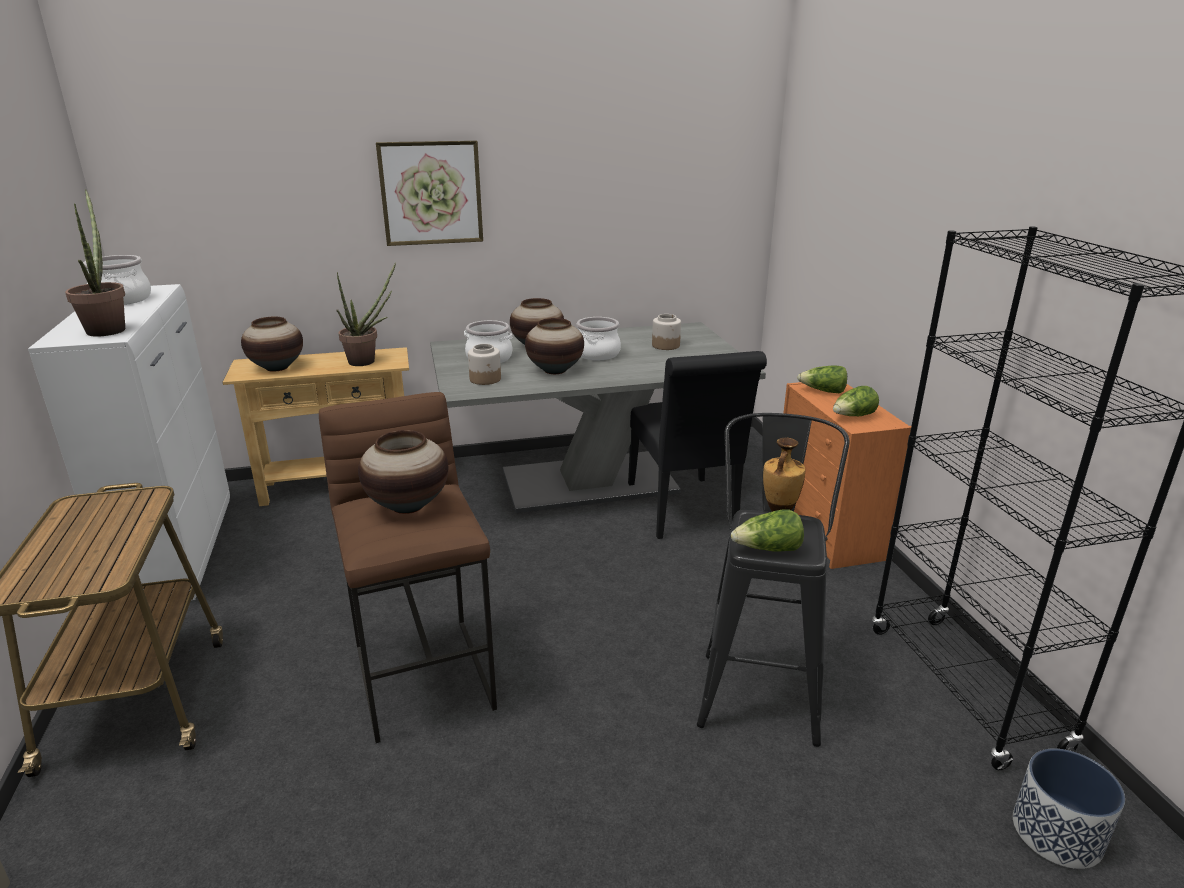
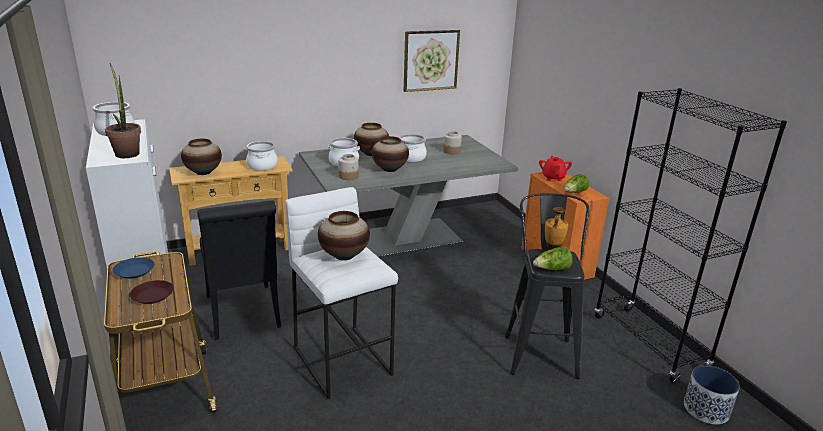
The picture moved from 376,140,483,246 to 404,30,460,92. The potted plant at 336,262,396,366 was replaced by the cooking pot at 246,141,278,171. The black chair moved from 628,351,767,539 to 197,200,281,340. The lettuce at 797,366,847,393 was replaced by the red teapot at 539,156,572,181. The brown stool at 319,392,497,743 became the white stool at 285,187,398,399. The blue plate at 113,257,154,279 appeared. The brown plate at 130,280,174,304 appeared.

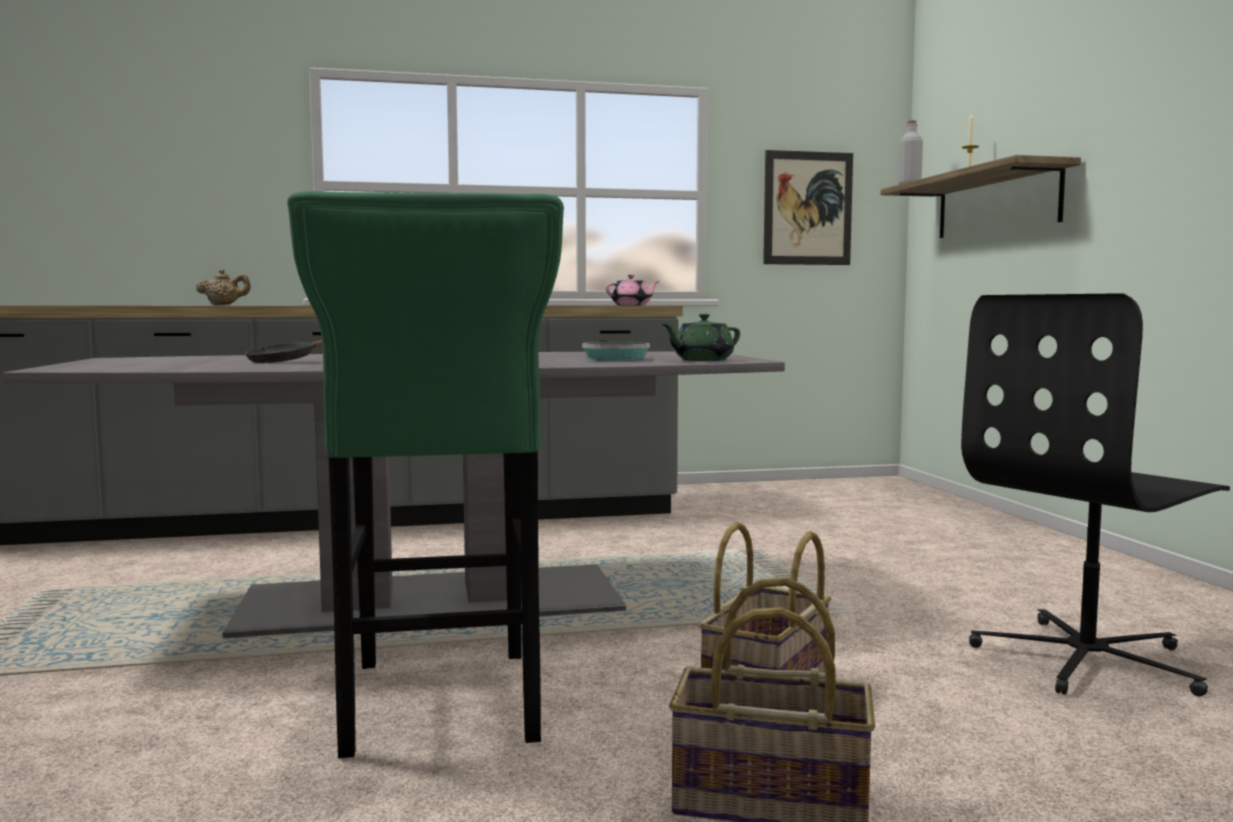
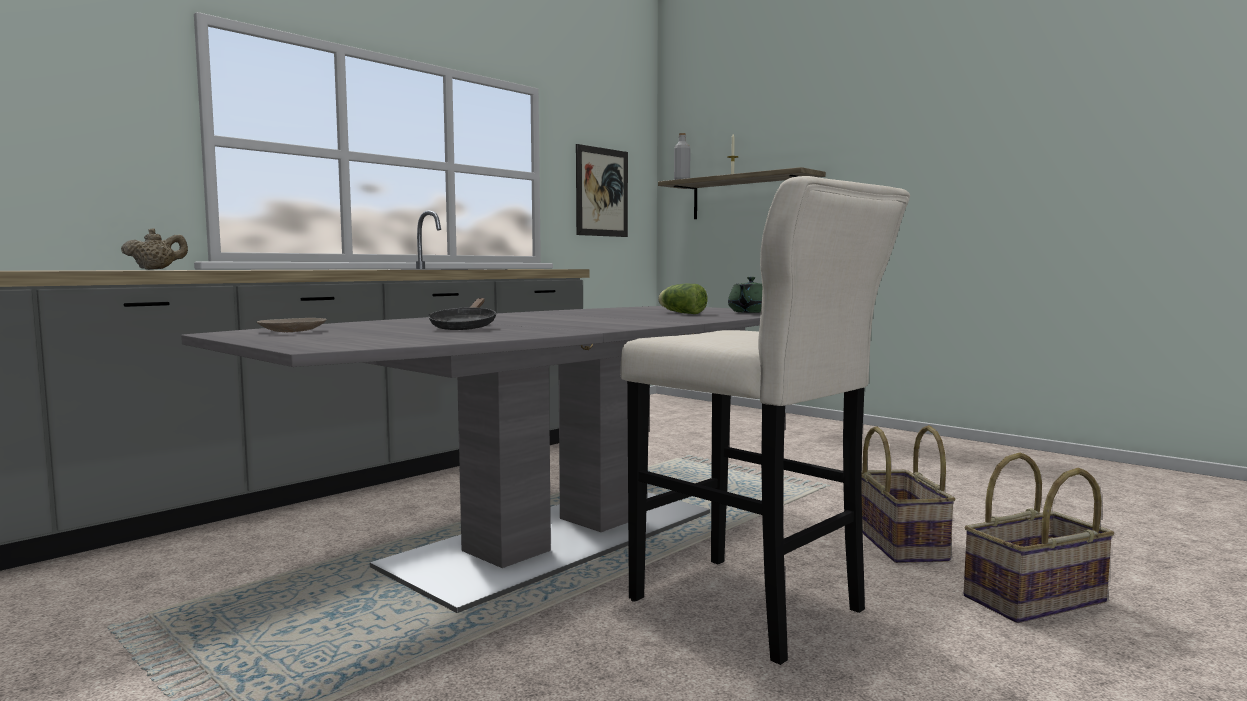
The green stool at 287,191,564,758 became the beige stool at 621,176,910,665. The pink teapot at 605,274,658,306 disappeared. The black office chair at 961,293,1230,697 disappeared. The frying pan at 582,340,650,361 was replaced by the lettuce at 658,284,708,314. The beige plate at 256,318,327,332 appeared.

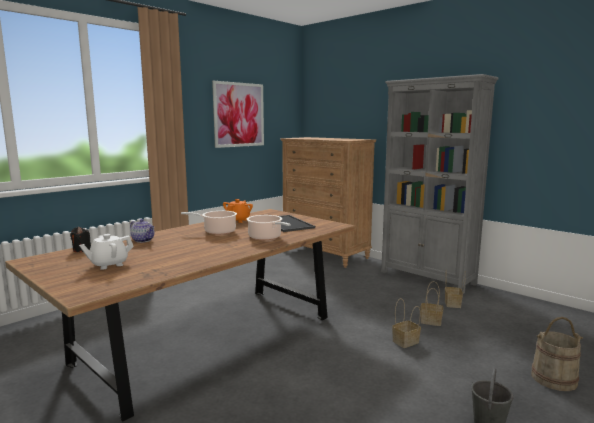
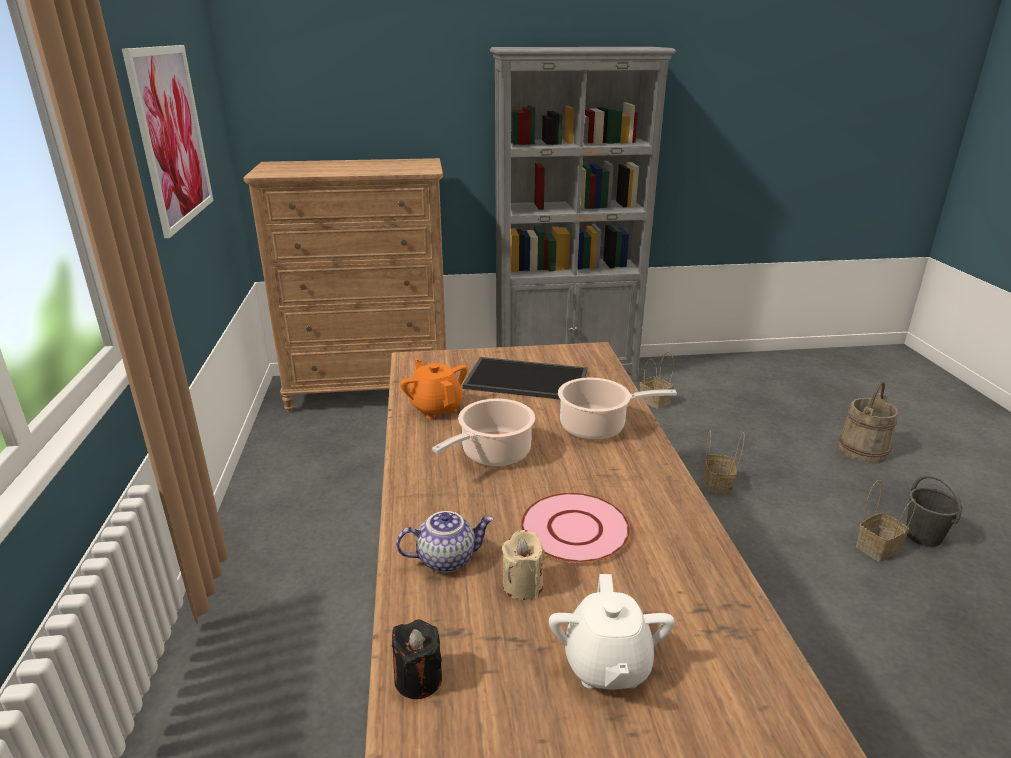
The basket moved from 420,281,443,326 to 856,480,916,562. The pink plate at 521,493,630,563 appeared. The beige candle at 502,530,545,600 appeared.

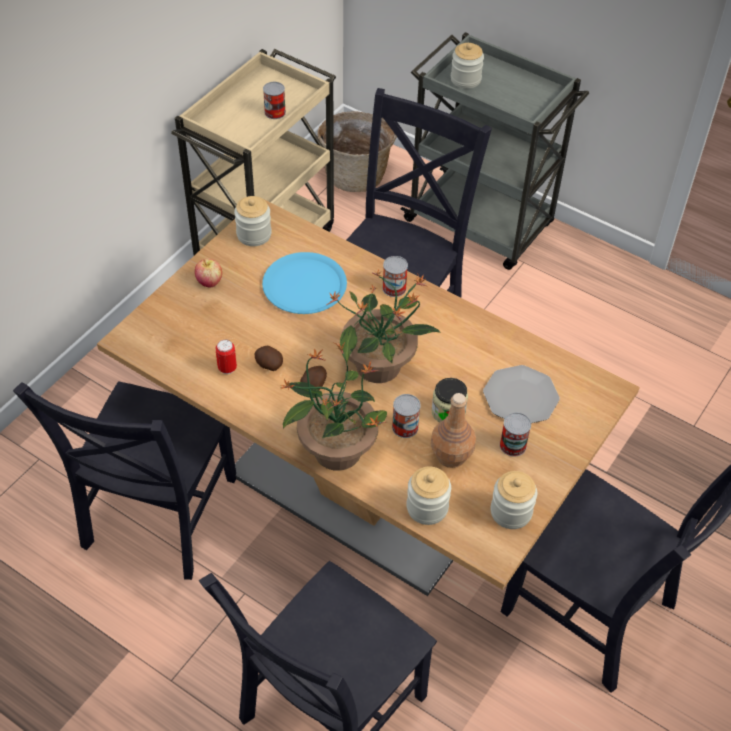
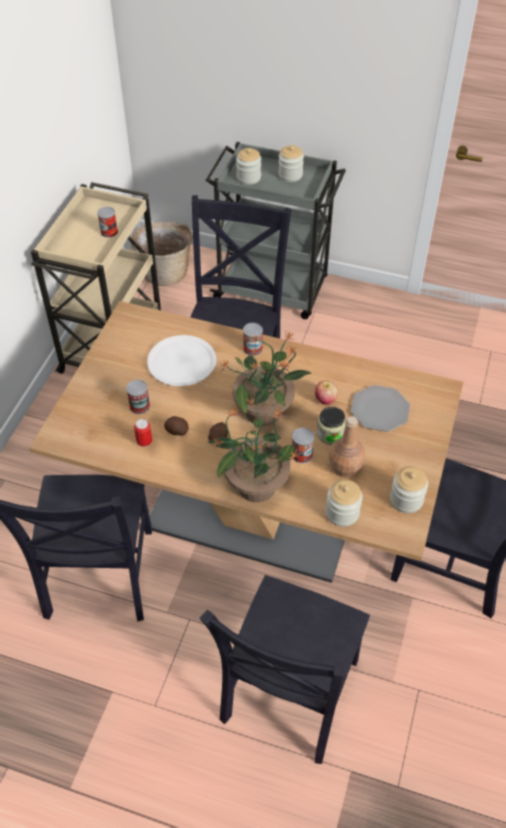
The jar moved from 234,196,272,246 to 278,145,304,182. The blue plate at 262,252,347,314 became the white plate at 147,335,216,386. The apple moved from 195,259,222,287 to 315,380,338,405. The can moved from 500,412,531,457 to 126,380,150,414.

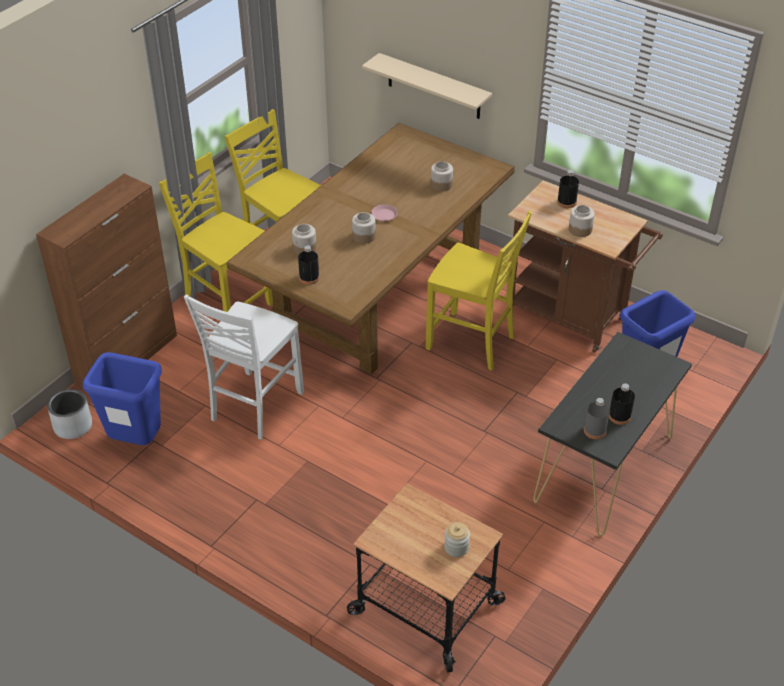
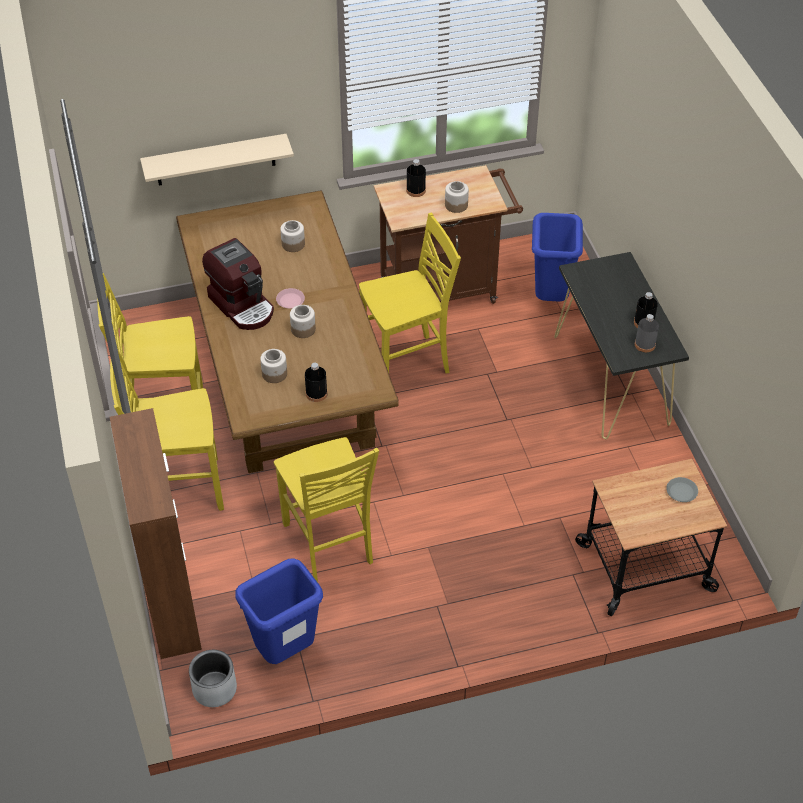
The white chair at 184,294,304,439 became the yellow chair at 274,437,379,582. The jar at 444,522,470,557 was replaced by the grey plate at 666,477,698,502. The coffee machine at 202,238,274,330 appeared.

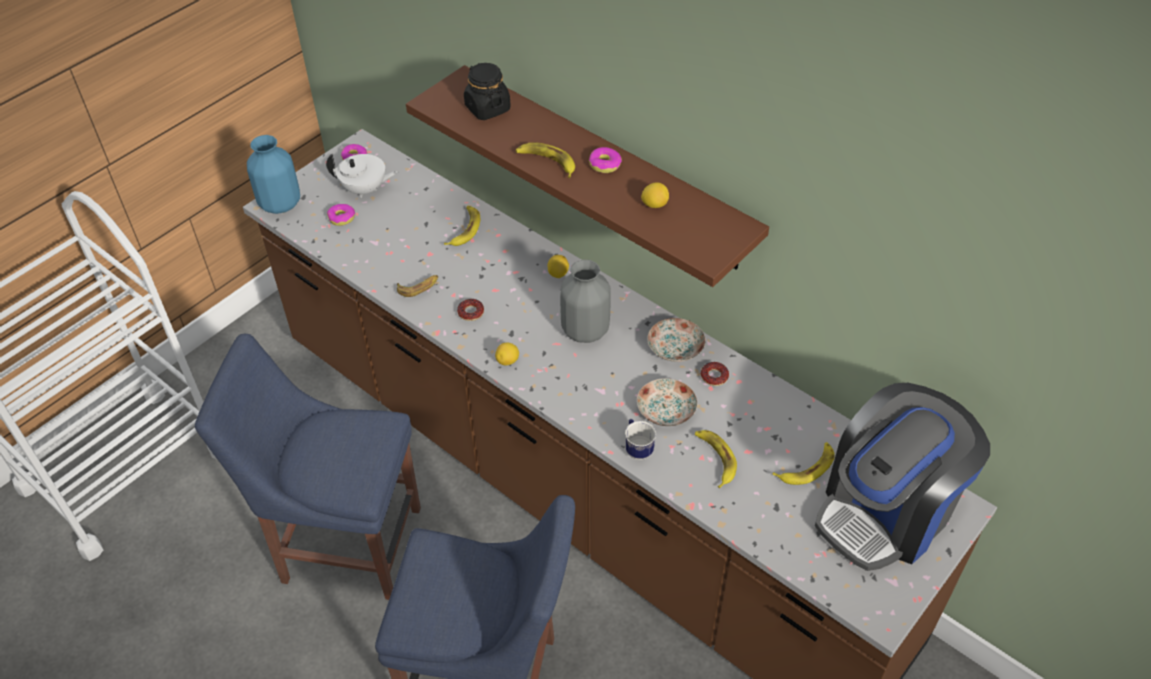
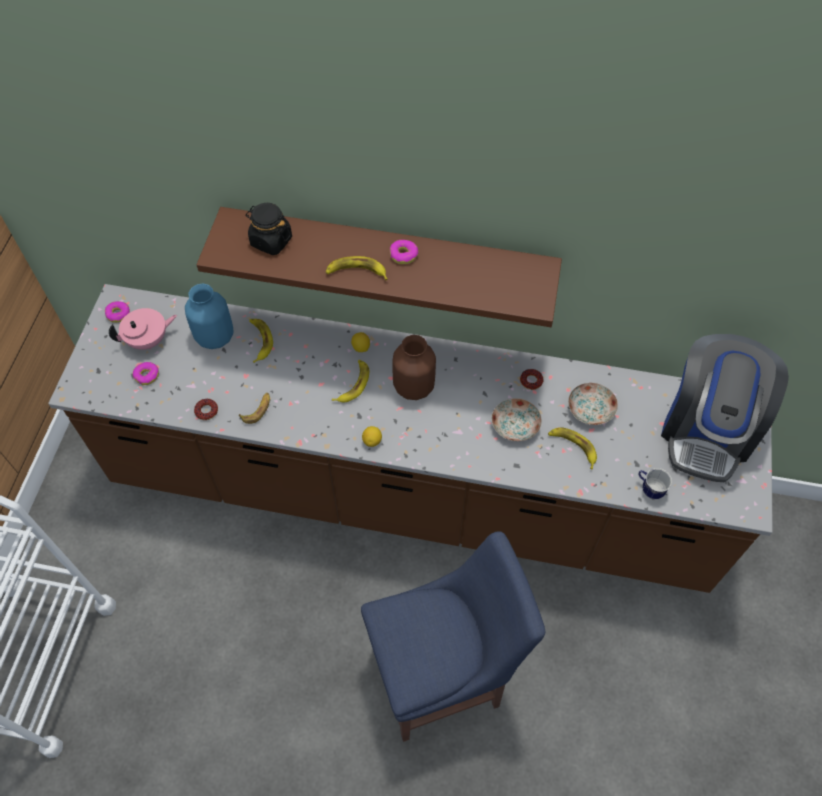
The blue vase moved from 247,135,300,214 to 185,284,234,349. The white teapot at 326,154,398,198 became the pink teapot at 109,308,177,350. The lemon at 641,182,669,208 disappeared. The grey vase at 560,260,611,343 became the brown vase at 392,335,436,400. The donut moved from 457,299,484,321 to 194,399,218,420. The plate moved from 647,318,706,362 to 568,383,618,425. The blue chair at 195,334,421,600 disappeared. The mug moved from 625,419,656,460 to 639,468,672,500. The banana moved from 772,442,835,485 to 332,360,369,402.

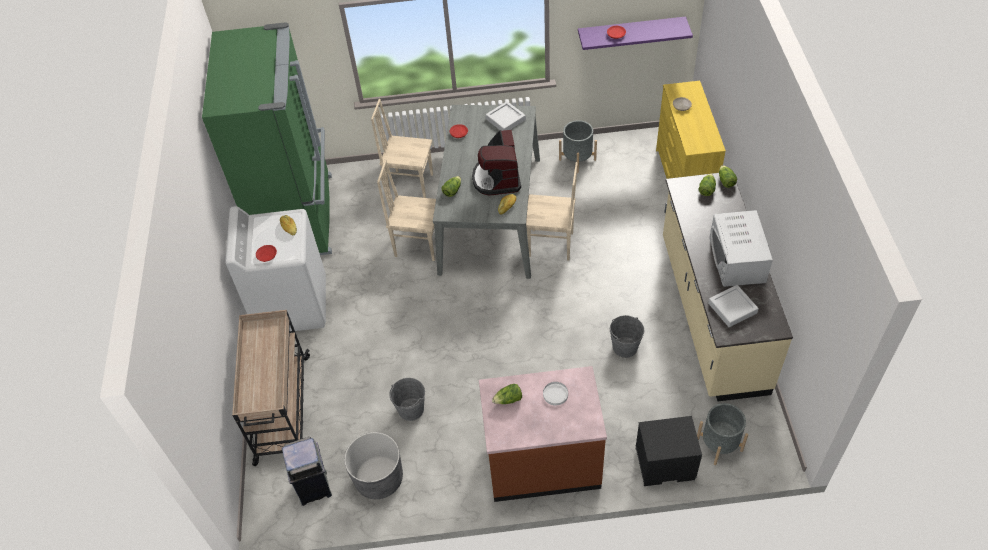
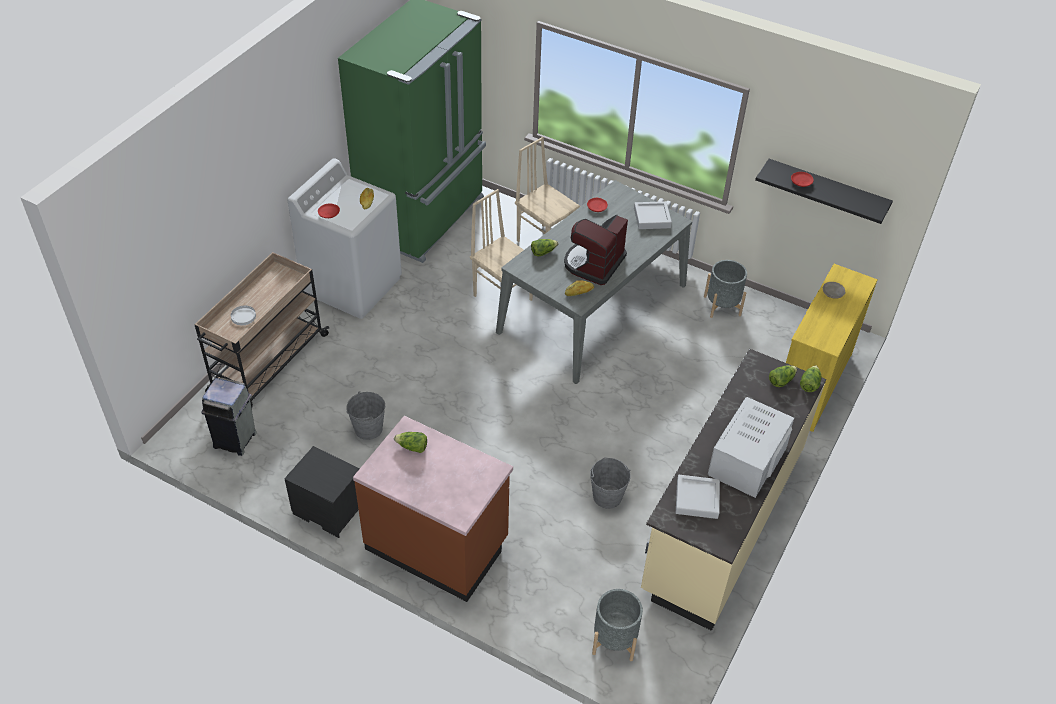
The purple shelf at 578,16,693,50 became the black shelf at 755,159,893,224. The beige chair at 526,162,578,260 disappeared. The white plate moved from 543,382,568,405 to 231,305,256,325. The black nightstand moved from 636,416,702,486 to 284,446,359,538. The grey planter at 344,432,403,499 disappeared.

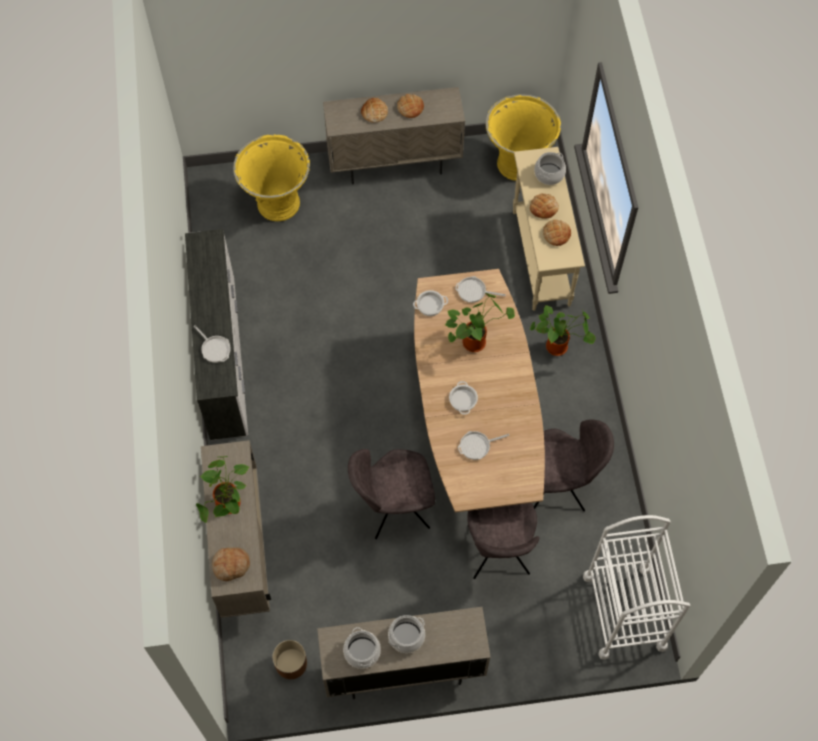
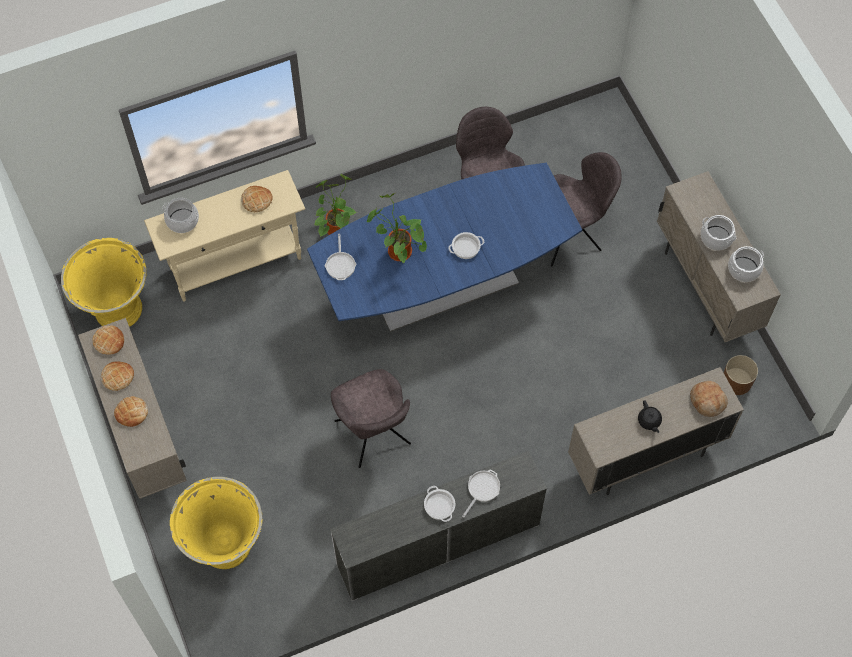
The bread moved from 530,194,559,219 to 93,325,124,355. The brown dining table at 414,269,545,512 became the blue dining table at 307,163,582,332. The cooking pot moved from 413,290,448,316 to 424,486,455,522. The frying pan at 458,431,509,460 disappeared. The grey chair moved from 348,449,435,539 to 331,369,411,468. The potted plant at 196,456,249,523 was replaced by the black teapot at 638,400,662,433. The white cart at 583,515,690,660 disappeared.

